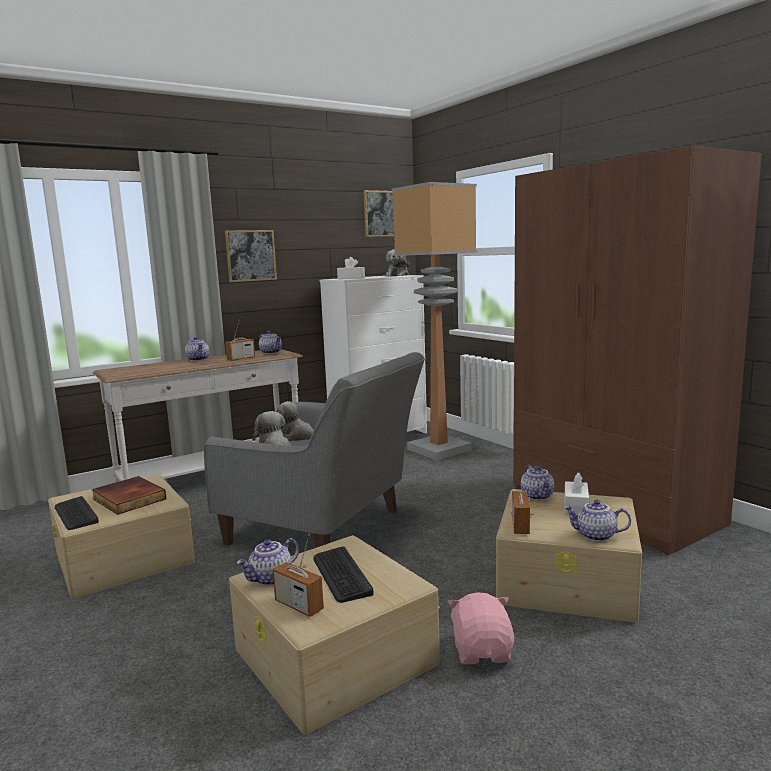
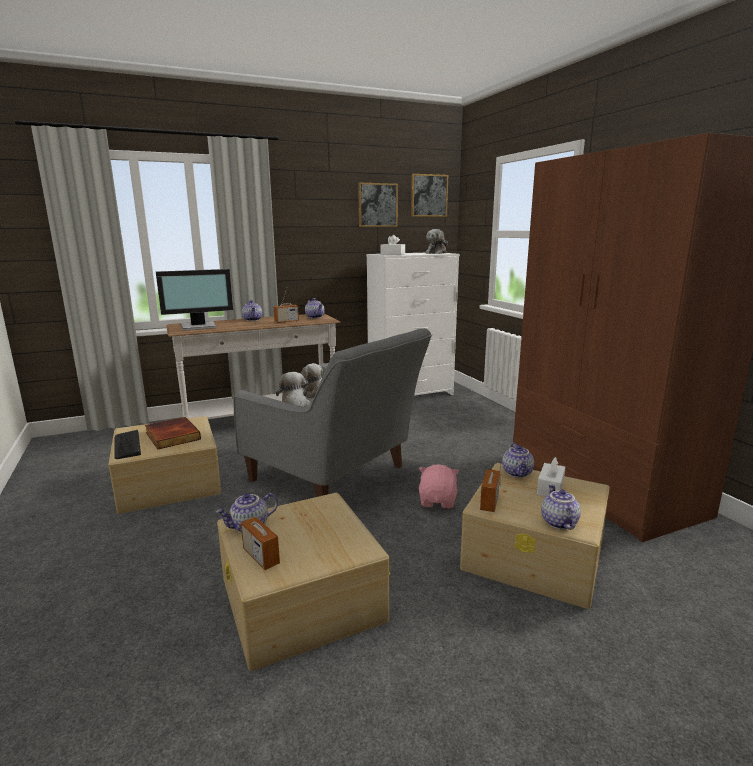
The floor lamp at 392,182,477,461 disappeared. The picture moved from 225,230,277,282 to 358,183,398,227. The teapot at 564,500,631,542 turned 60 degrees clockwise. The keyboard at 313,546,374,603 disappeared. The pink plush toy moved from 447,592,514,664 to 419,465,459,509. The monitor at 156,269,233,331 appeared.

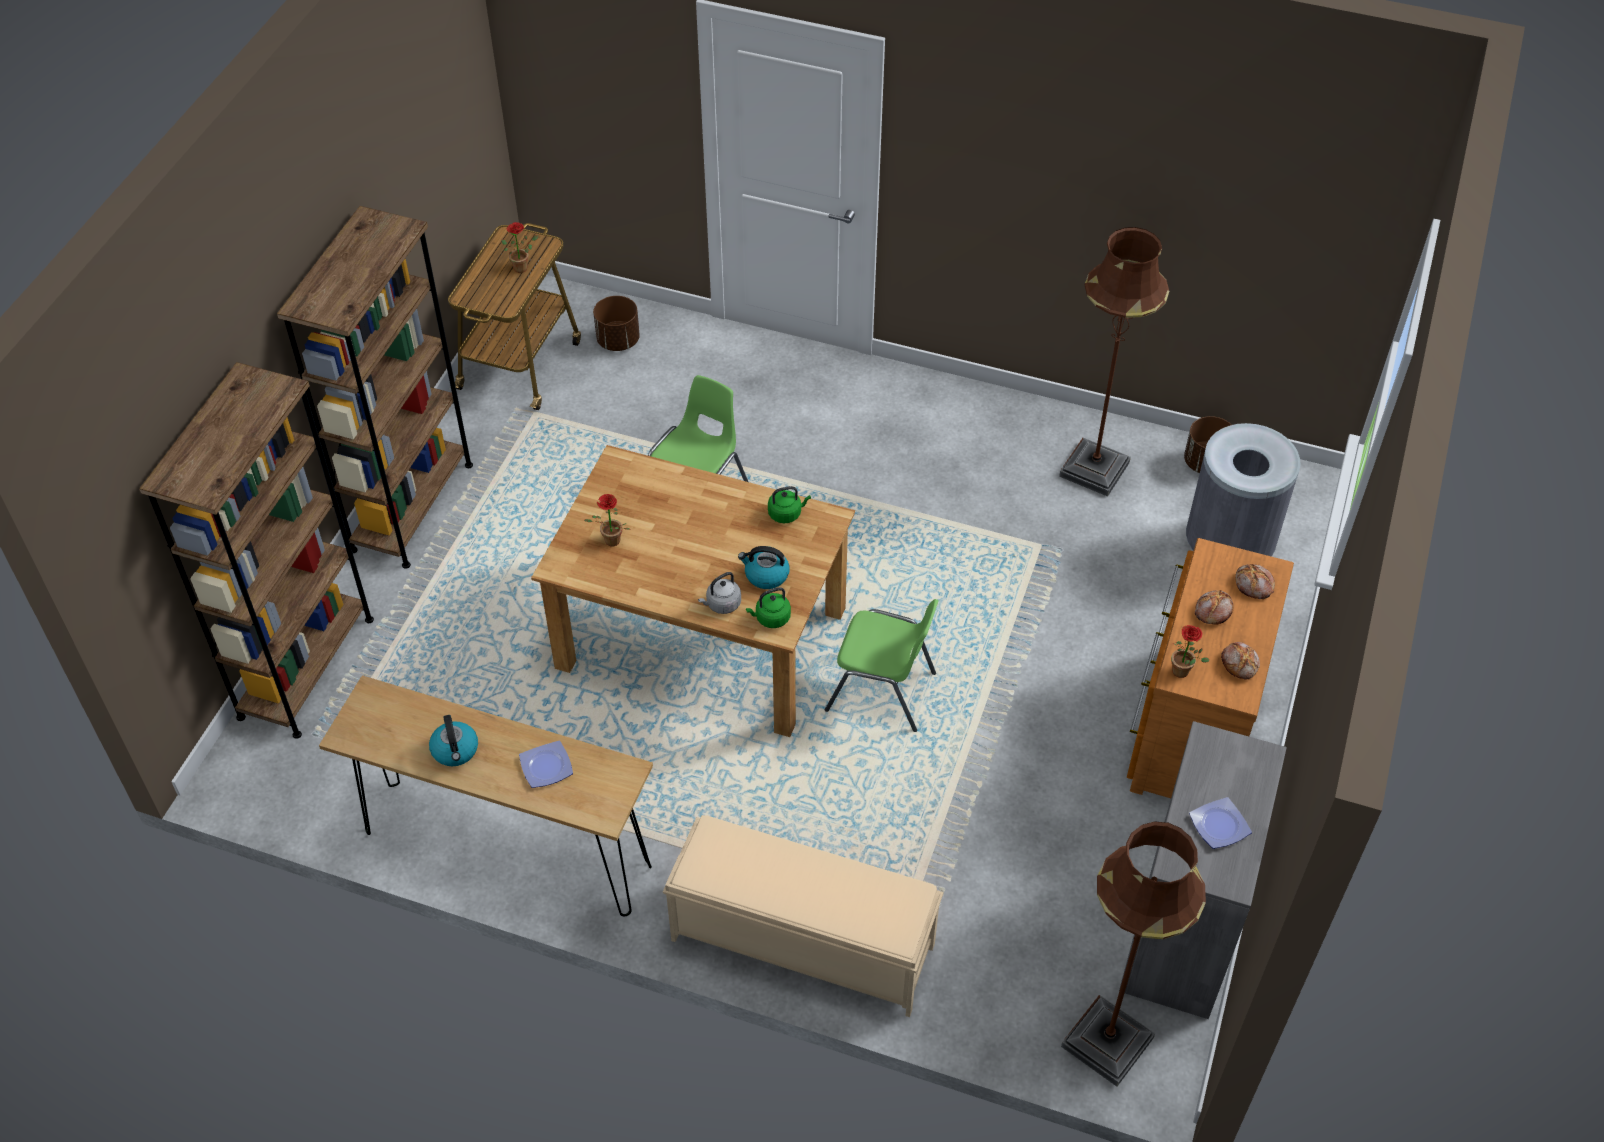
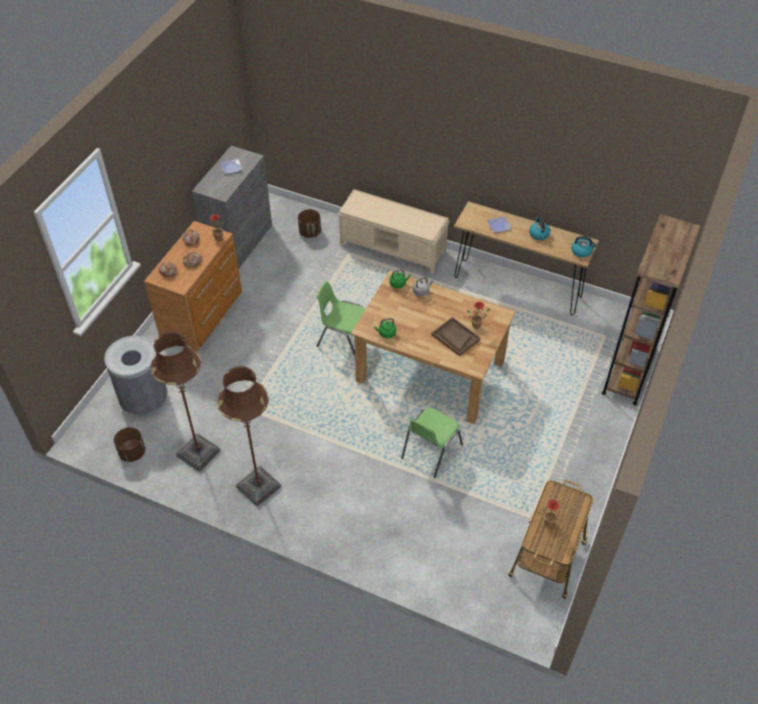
The brown bookcase at 277,206,473,569 disappeared. The brown planter moved from 593,296,640,351 to 298,209,321,238. The kettle moved from 738,546,790,589 to 572,236,597,257. The brown floor lamp moved from 1061,821,1206,1087 to 217,366,281,506. The brown tray at 431,317,480,356 appeared.

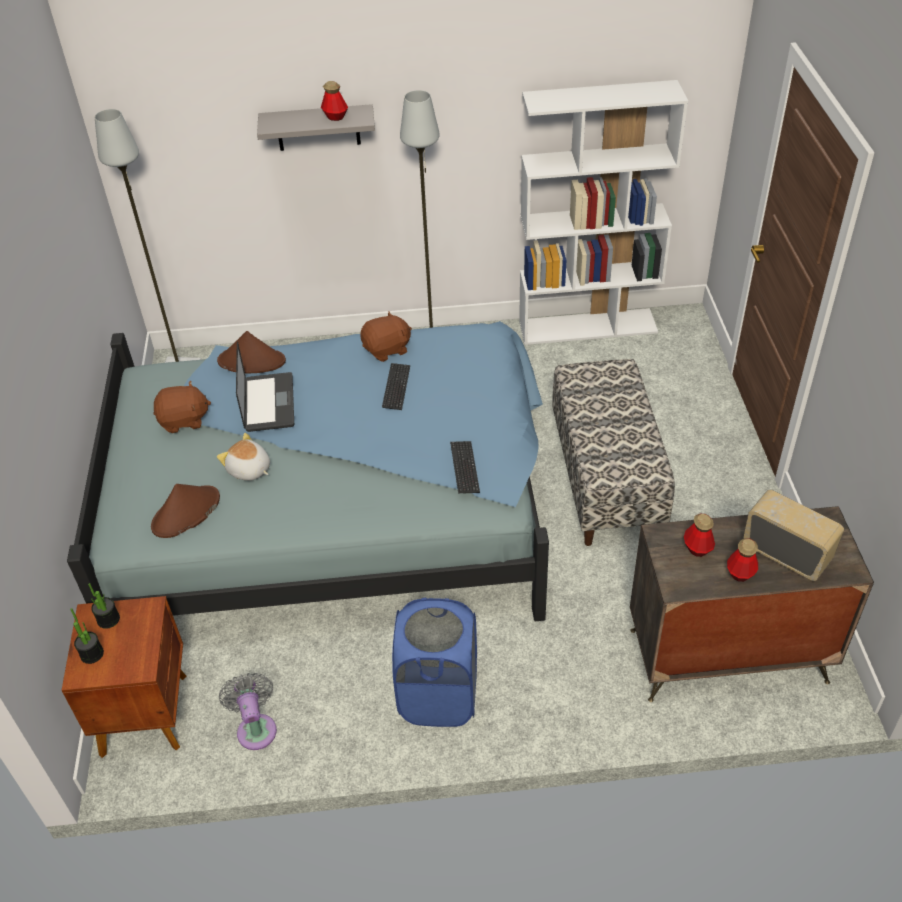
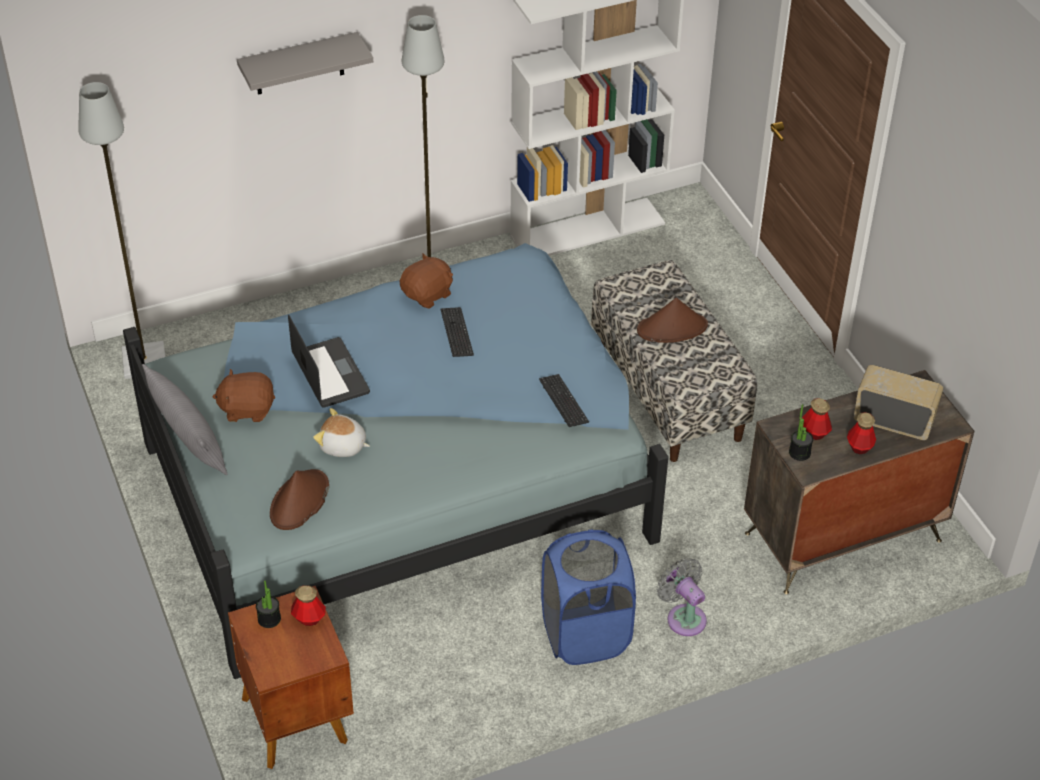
The bottle moved from 321,81,348,121 to 291,585,326,626. The brown hat moved from 217,331,286,373 to 637,298,708,343. The brown plush toy at 153,381,211,433 turned 150 degrees counterclockwise. The potted plant moved from 70,608,104,664 to 789,404,813,461. The grey fan moved from 219,673,277,750 to 657,558,707,636. The grey pillow at 142,364,227,475 appeared.

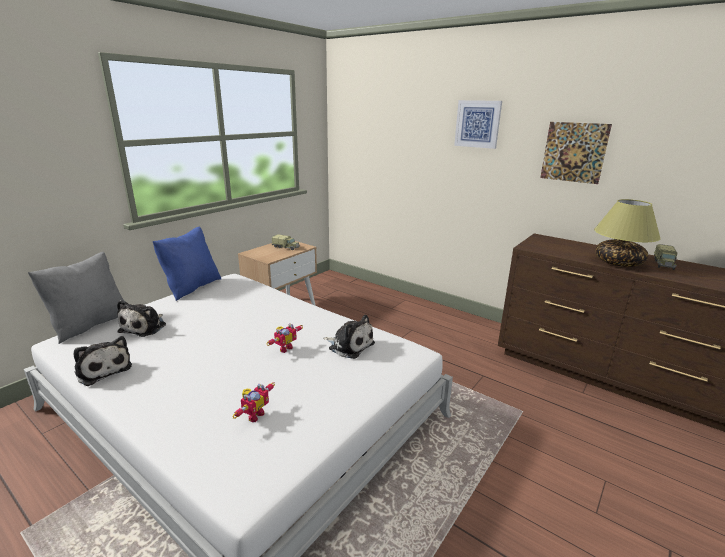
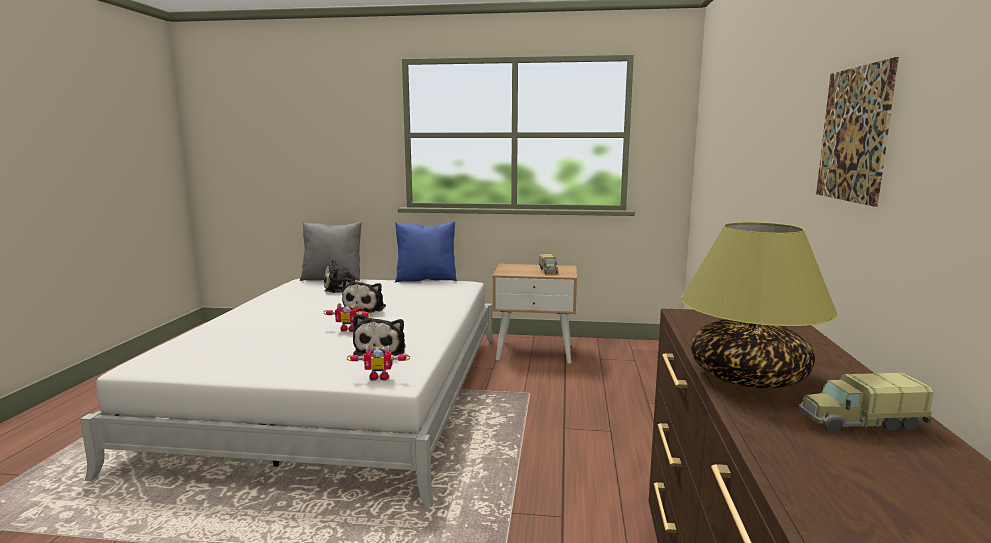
The picture at 454,100,502,149 disappeared. The plush toy moved from 74,336,132,386 to 342,278,386,313. The toy robot moved from 233,382,275,422 to 346,345,410,381.

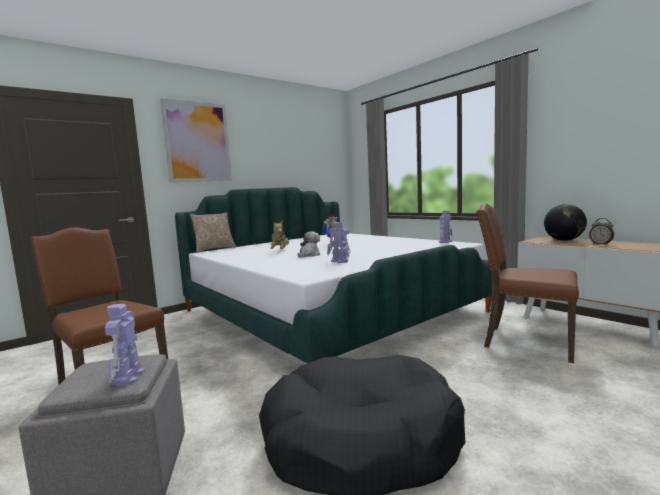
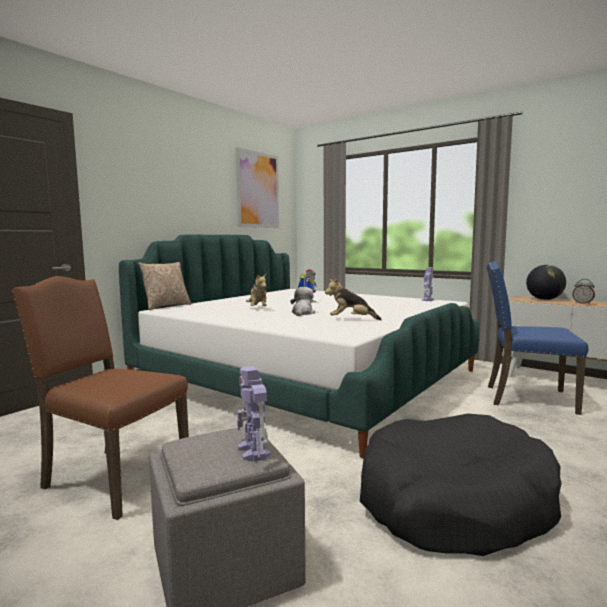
The picture moved from 160,98,232,182 to 235,147,279,228. The brown chair at 476,203,579,363 became the blue chair at 486,262,588,415. The toy robot at 327,222,350,263 was replaced by the plush toy at 325,278,382,320.

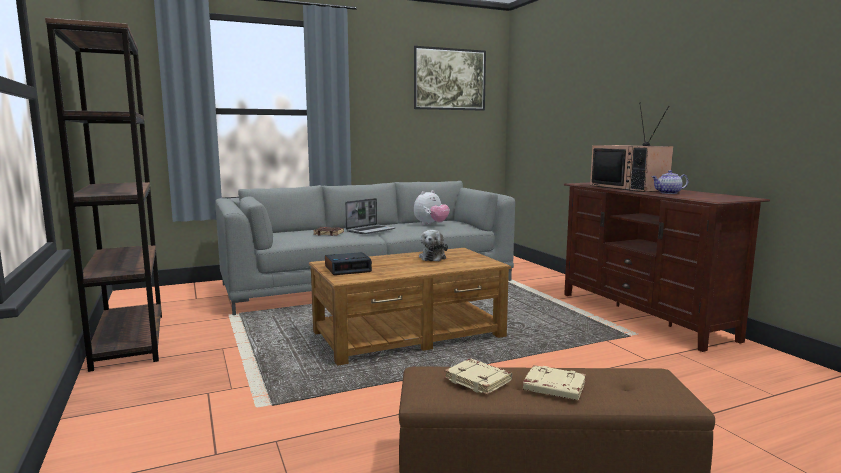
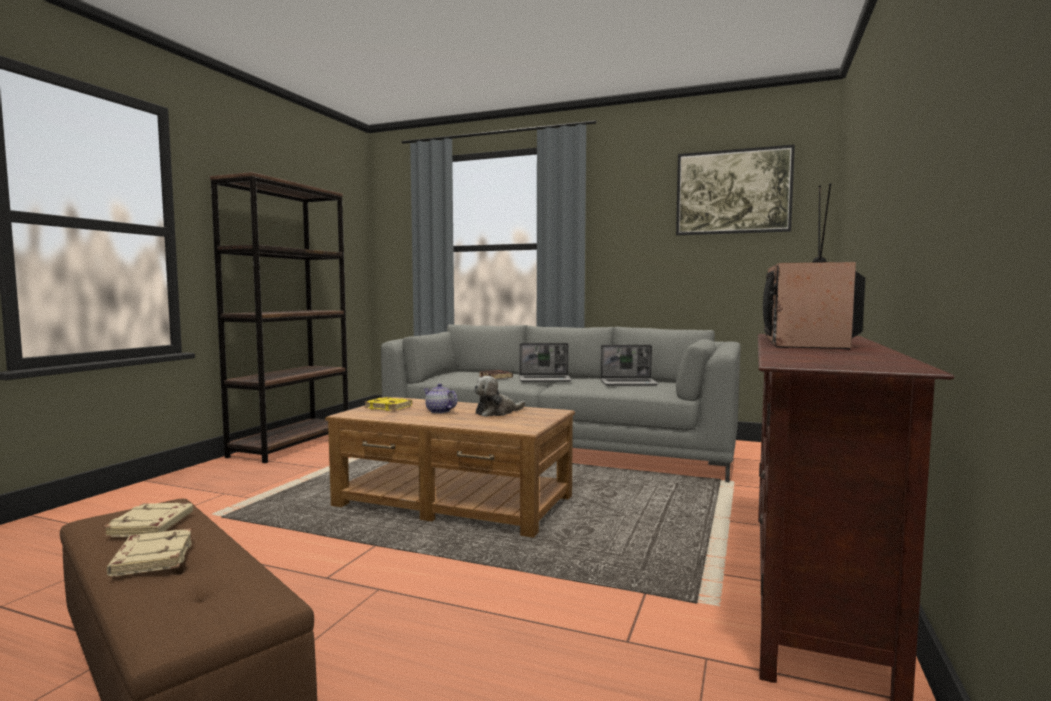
The teapot moved from 651,170,688,194 to 424,384,457,413. The plush toy at 414,190,450,225 was replaced by the laptop at 600,345,659,386. The alarm clock at 325,252,372,275 was replaced by the yellow book at 364,397,412,411.

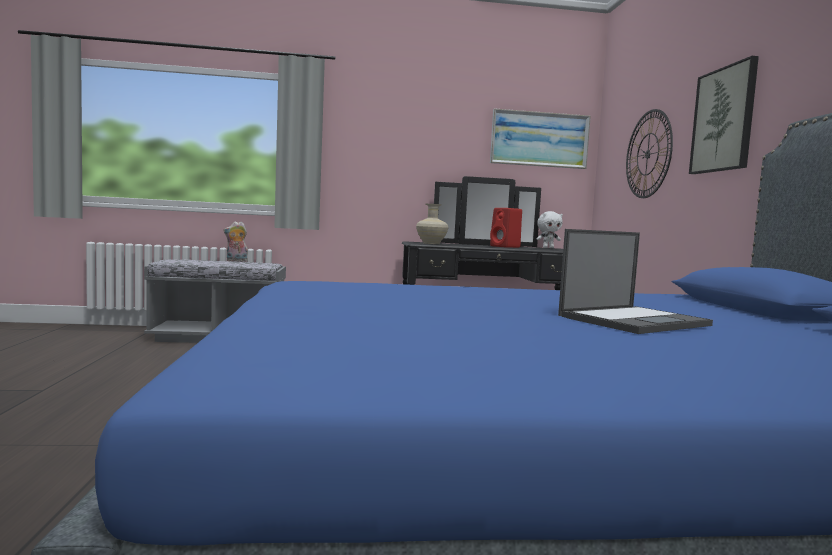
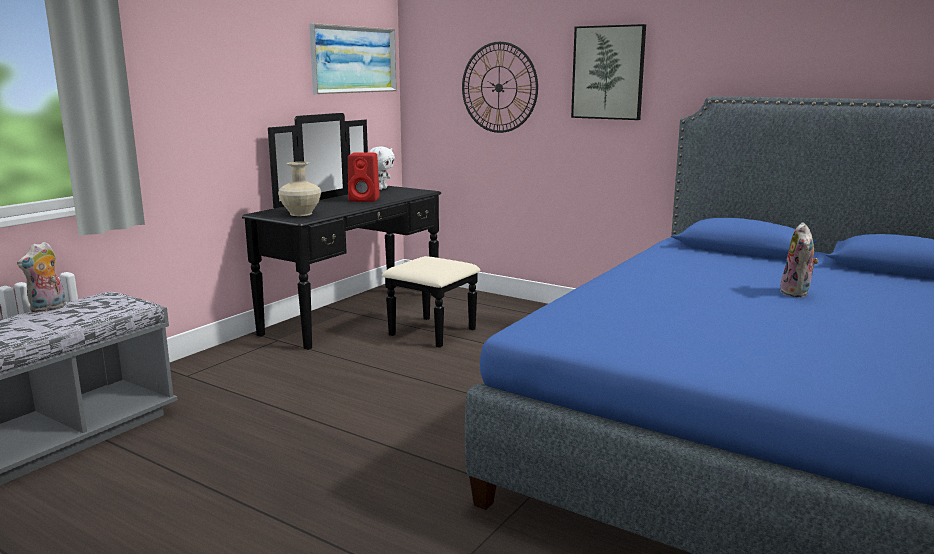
The laptop at 558,229,713,334 was replaced by the plush toy at 780,222,819,297.

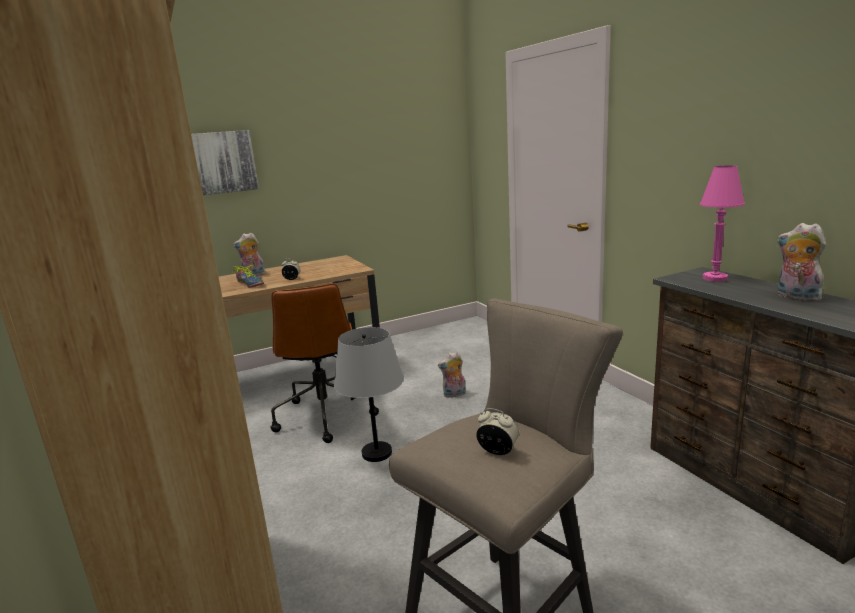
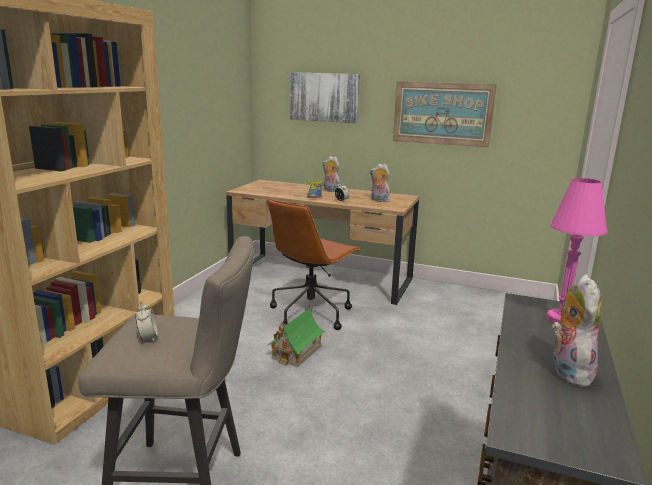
The grey table lamp at 334,327,404,462 was replaced by the toy house at 267,305,325,367. The plush toy moved from 438,351,466,398 to 370,164,390,202. The picture at 393,81,497,148 appeared.

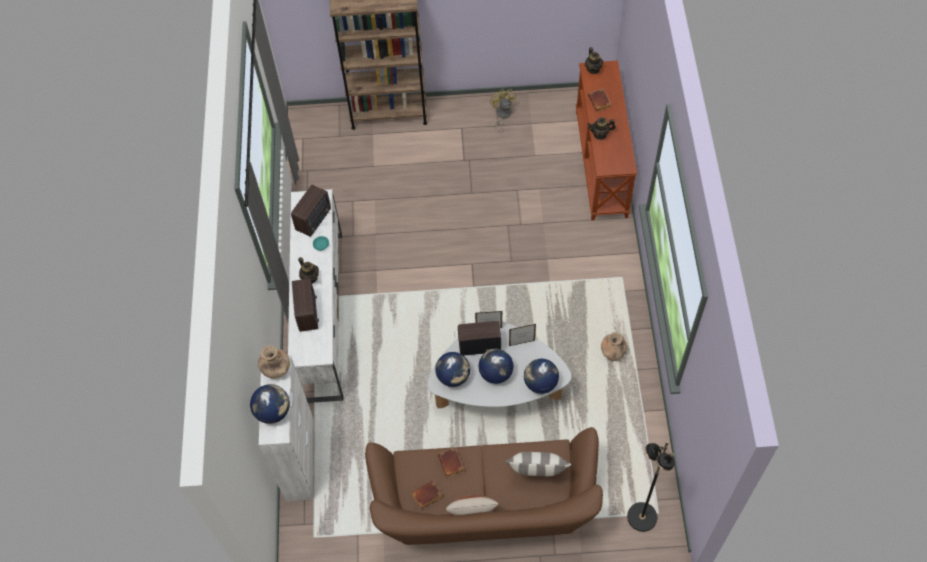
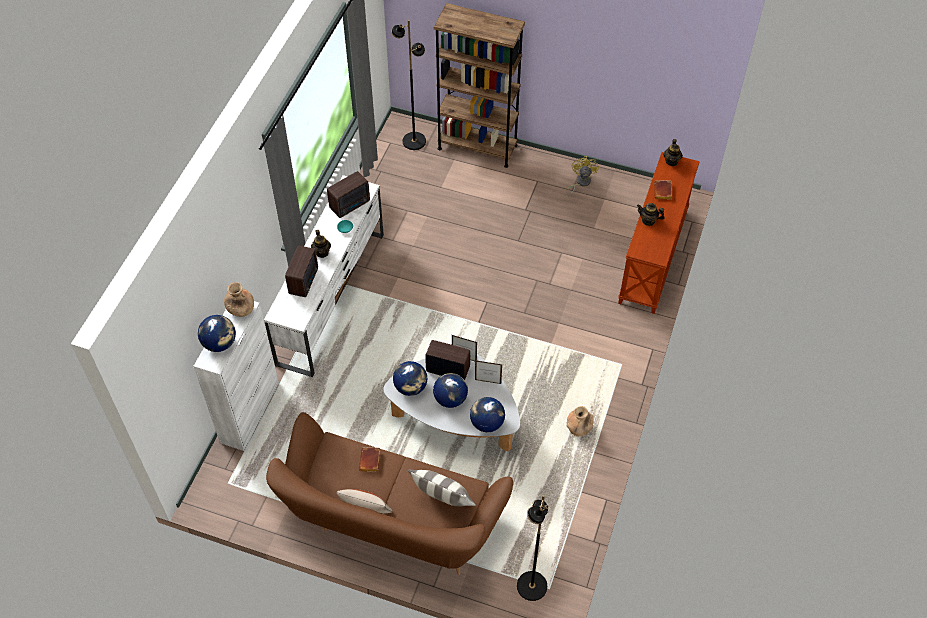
The brown book at 411,480,443,509 disappeared. The black floor lamp at 391,20,426,150 appeared.

